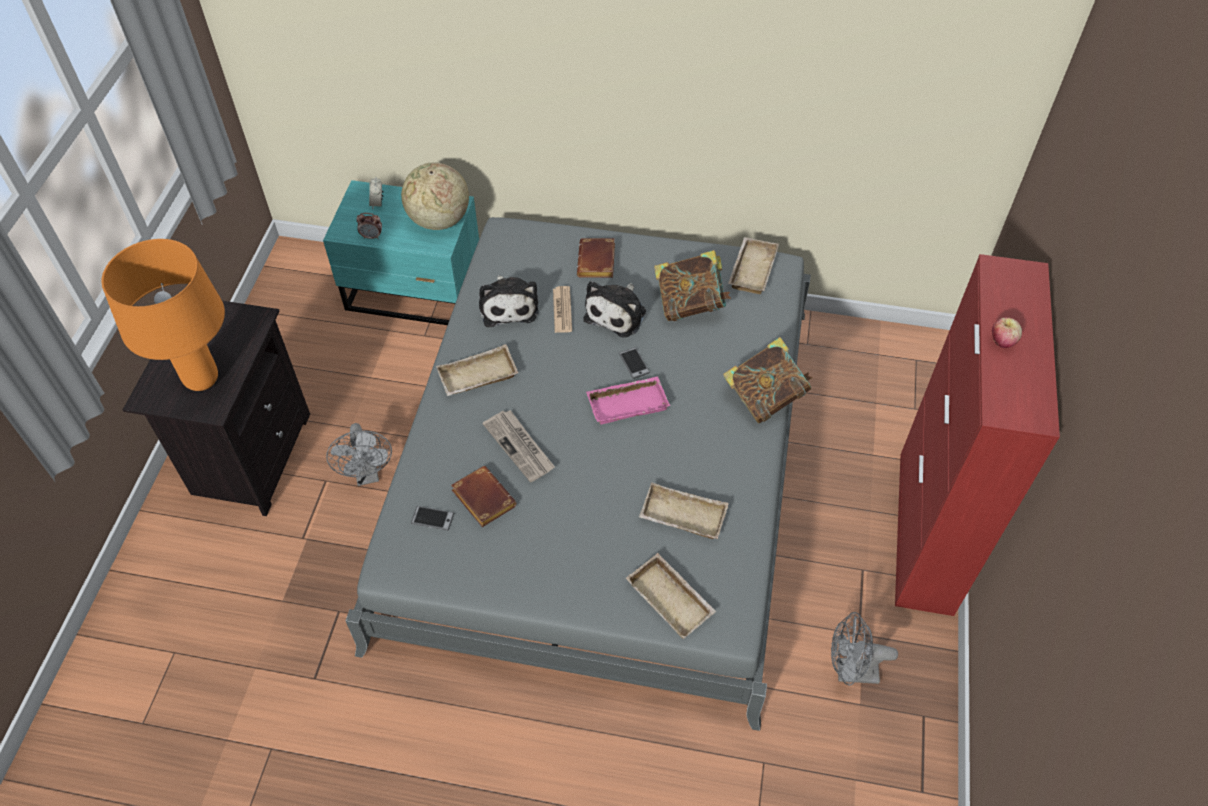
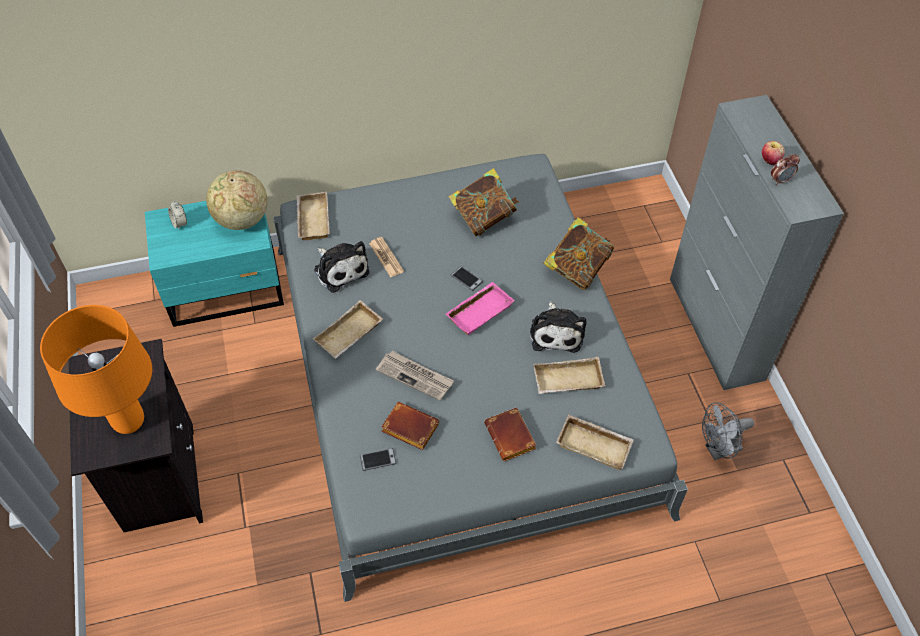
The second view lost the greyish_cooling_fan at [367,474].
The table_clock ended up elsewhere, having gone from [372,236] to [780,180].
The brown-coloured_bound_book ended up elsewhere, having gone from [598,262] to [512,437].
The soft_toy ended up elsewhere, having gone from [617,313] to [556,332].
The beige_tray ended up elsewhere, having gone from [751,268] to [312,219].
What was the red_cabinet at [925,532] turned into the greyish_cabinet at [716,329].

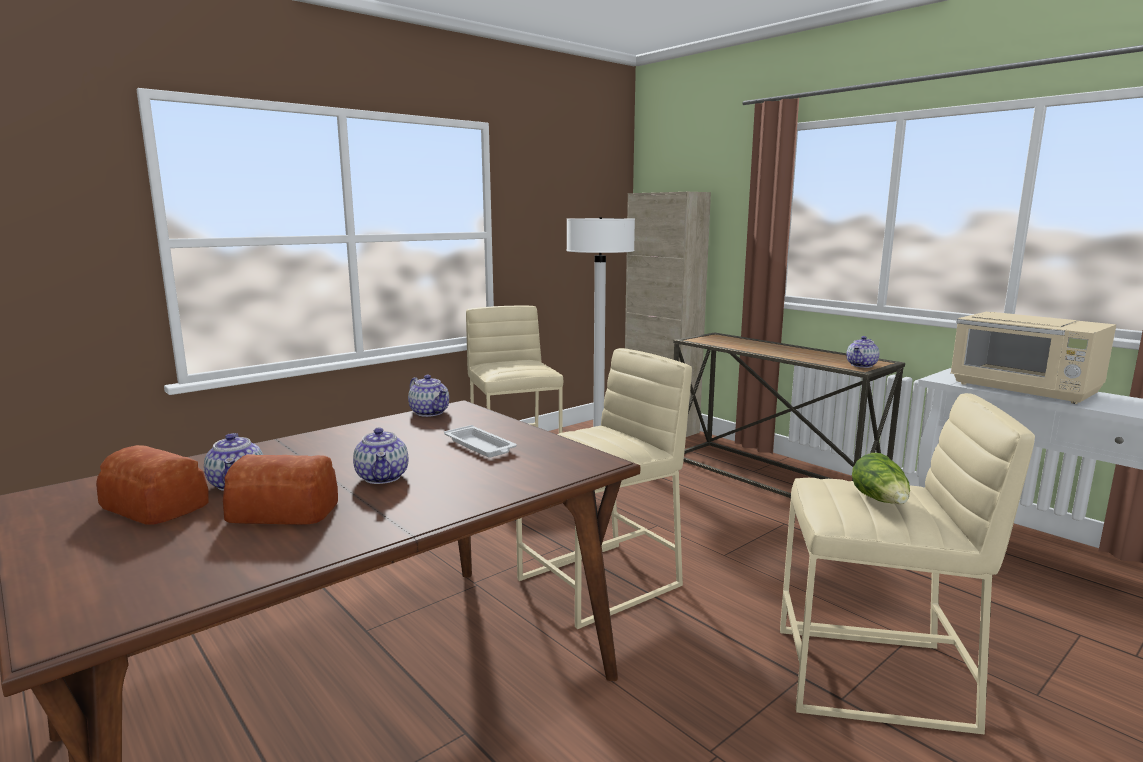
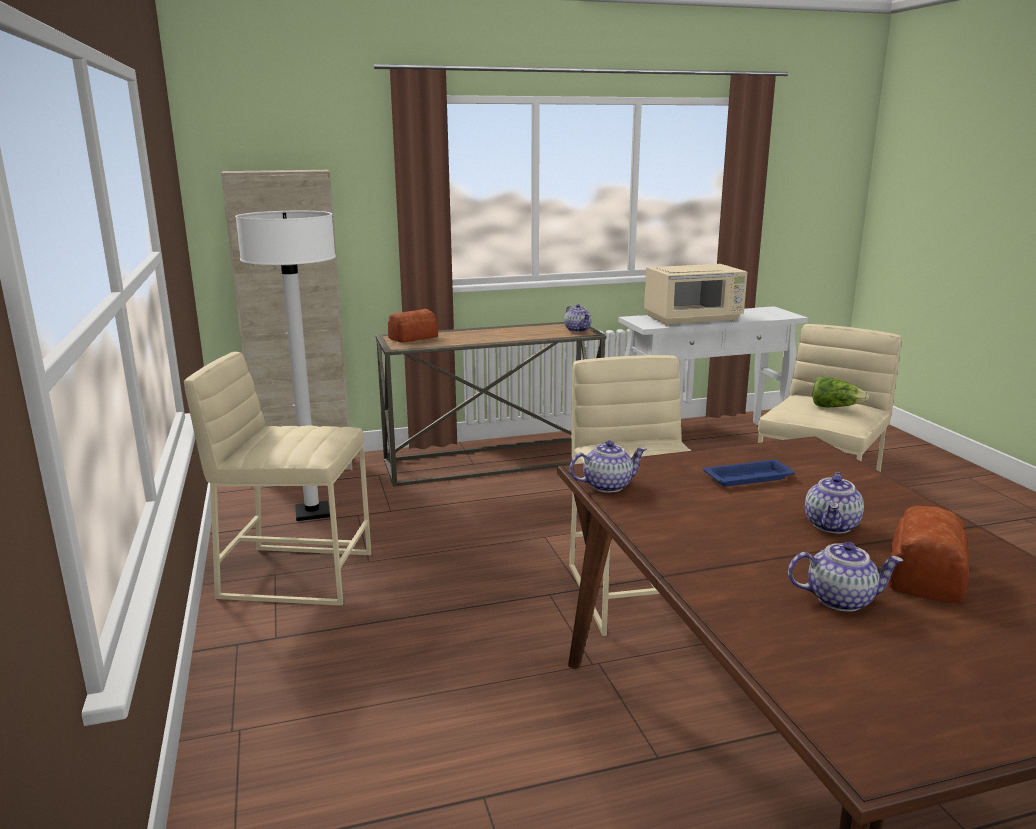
The bread ended up elsewhere, having gone from [156,505] to [412,337].
What was the white-coloured_tray at [480,446] turned into the blue_tray at [749,478].
The teapot at [383,477] ended up facing another way, 105 degrees clockwise from before.

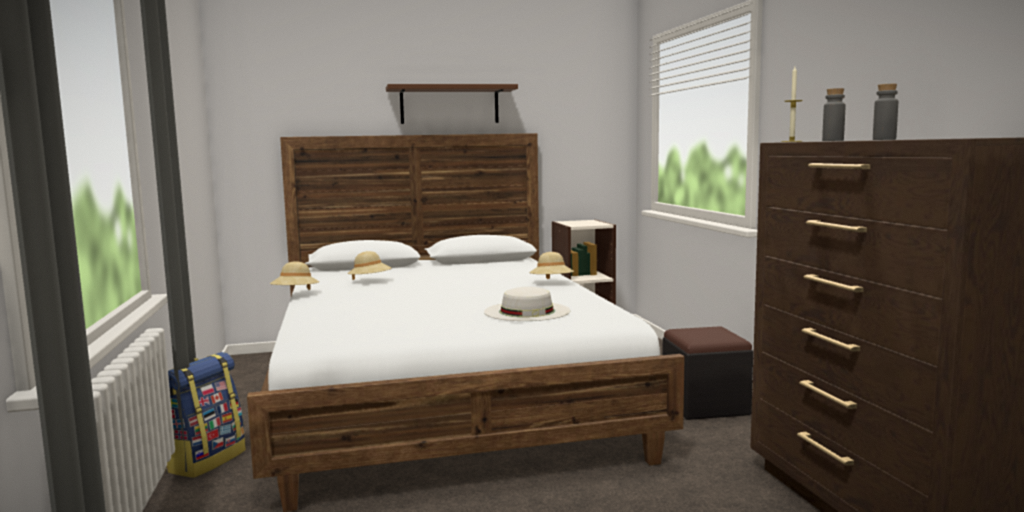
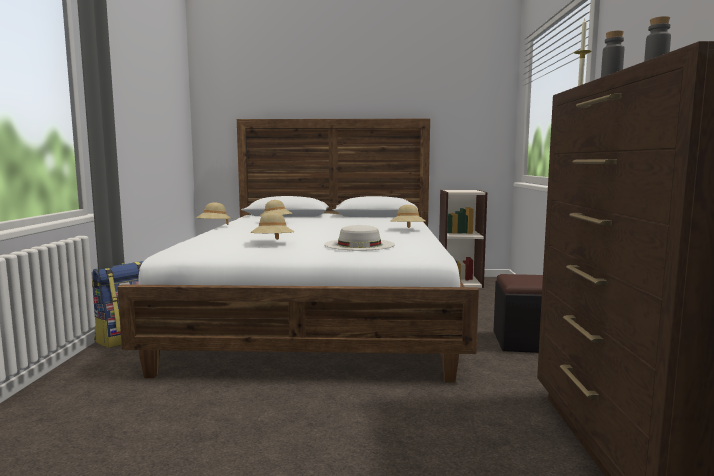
The second view lost the brown-coloured_bracket_shelf at [449,105].
The second view gained the beige_wearable_hat at [273,243].

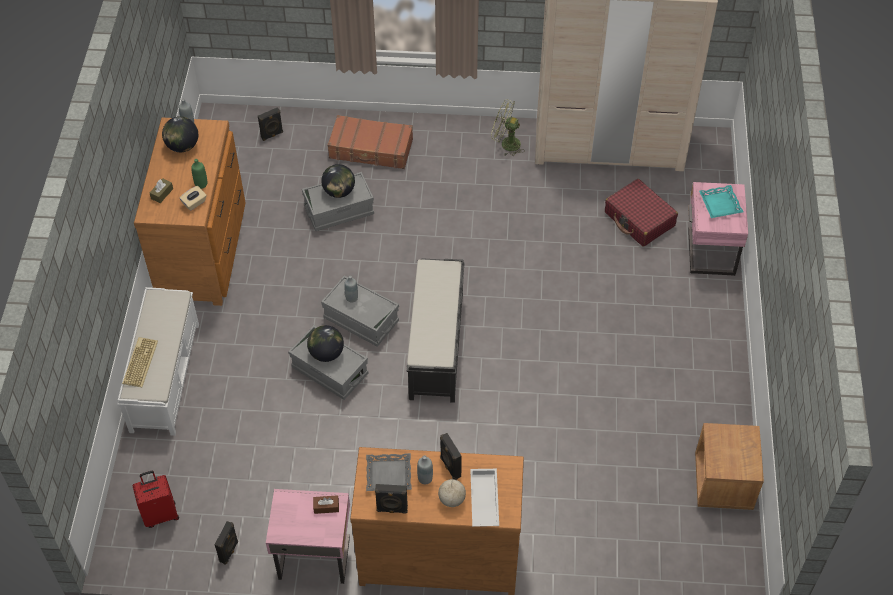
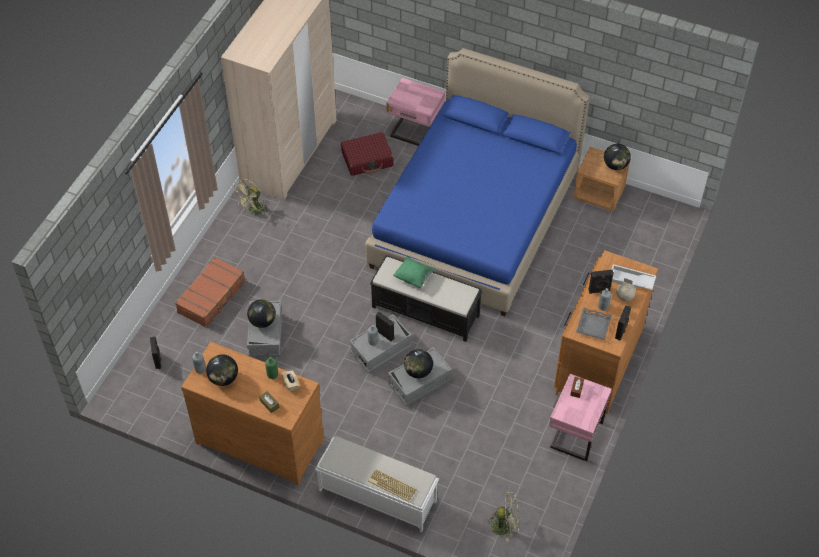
The second view lost the turquoise_tray at [719,204].
The second view gained the blue_bedroom_bed at [475,219].
The second view gained the green_cushion at [414,277].
The second view gained the globe at [615,165].
The black-coloured_audio_speaker ended up elsewhere, having gone from [229,552] to [385,334].
Where the red_travel_case stood at [160,514], the green_cooling_fan came to stand at [505,526].

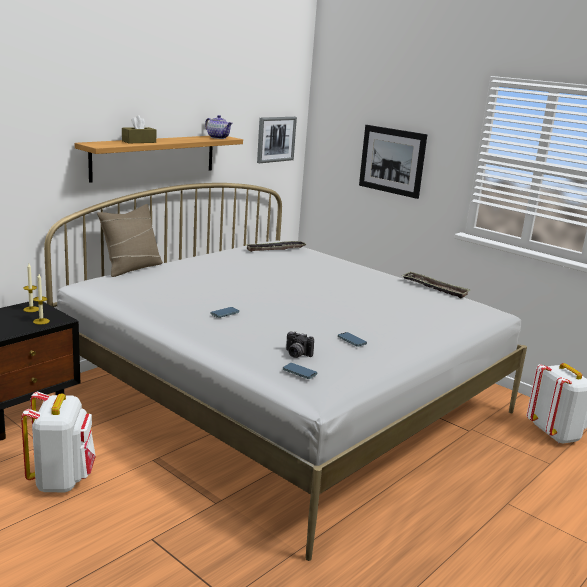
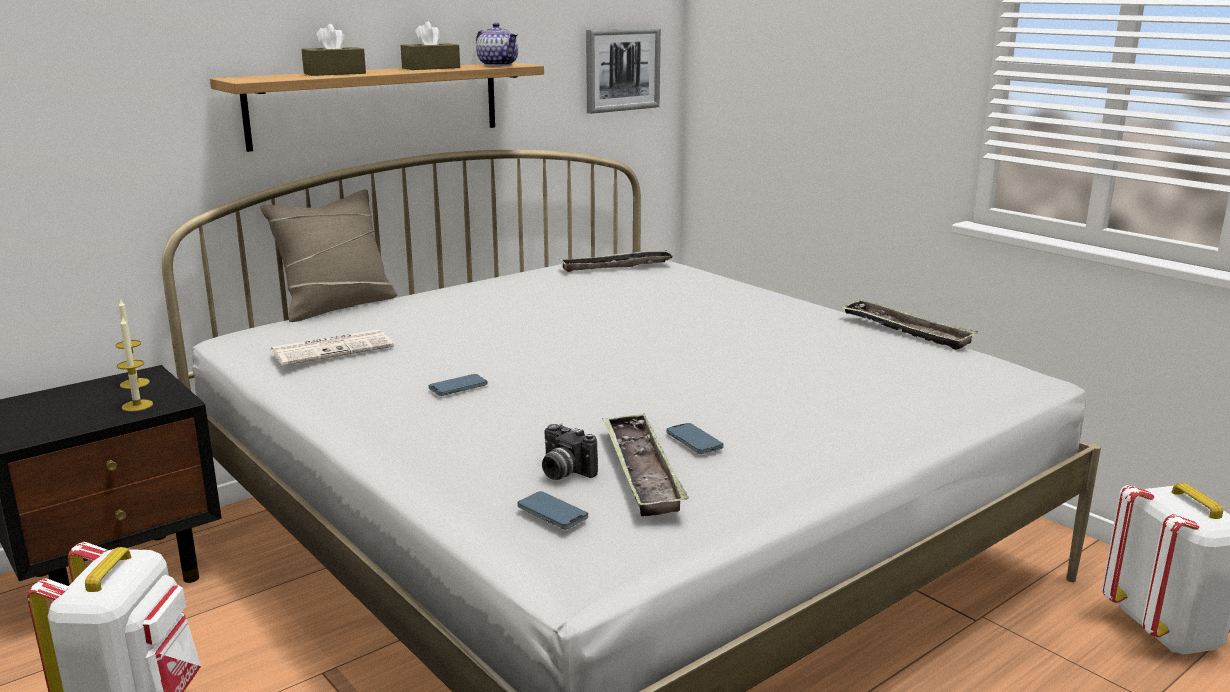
The second view lost the picture at [392,161].
The second view gained the daily_paper at [333,349].
The second view gained the brown-coloured_tissue_box at [431,68].
The second view gained the tray at [641,471].

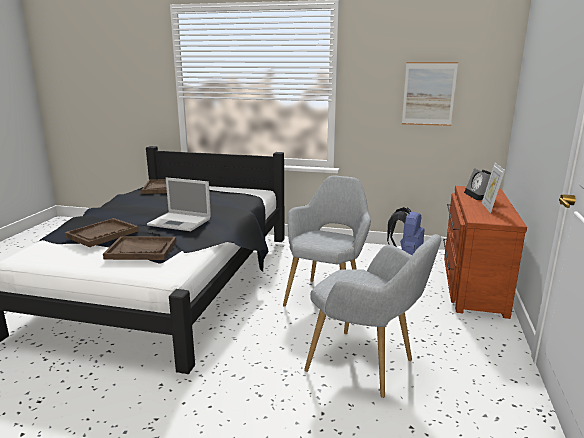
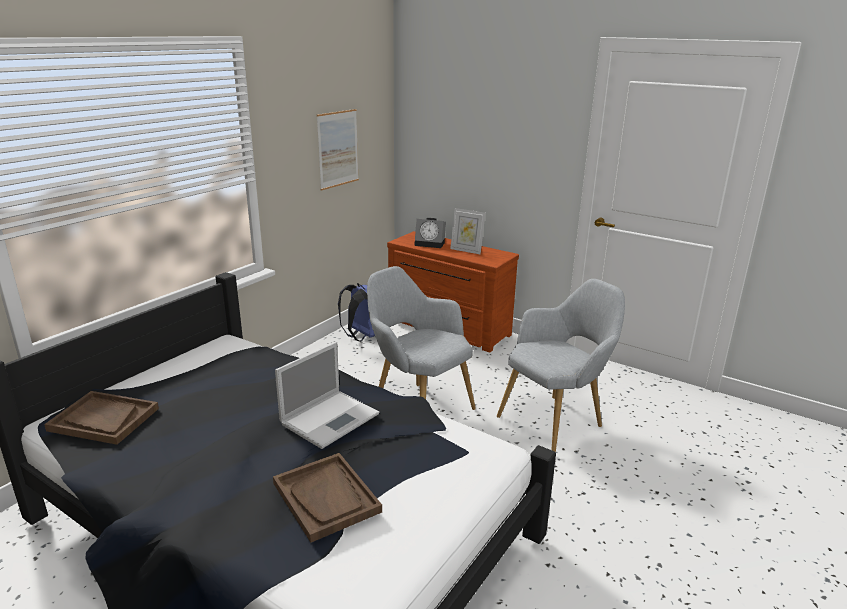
The second view lost the brown-coloured_tray at [141,250].

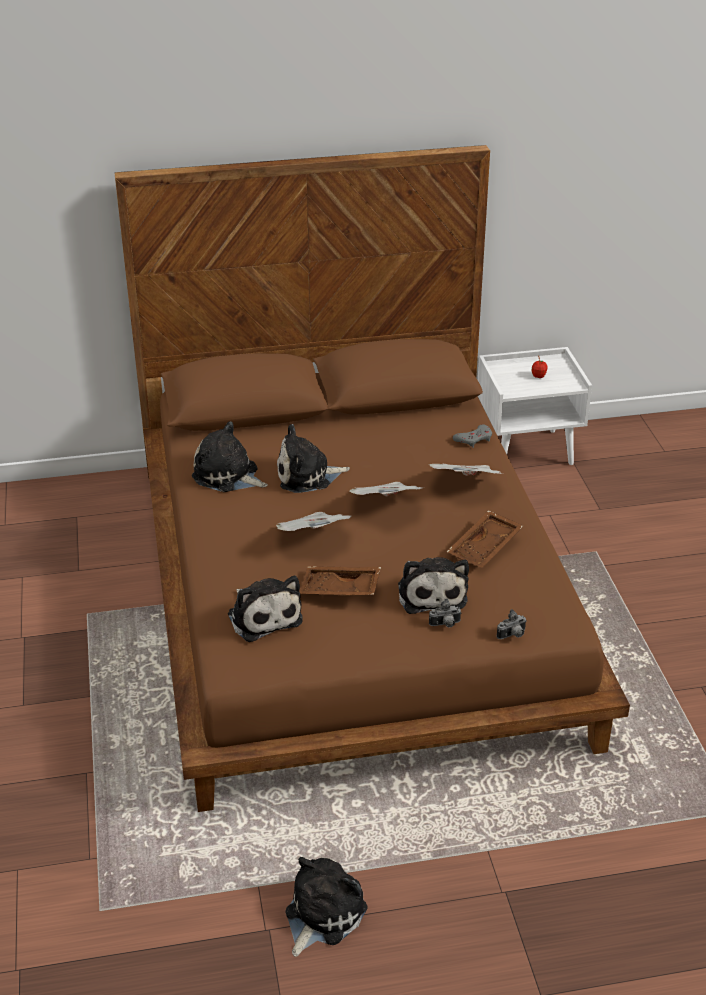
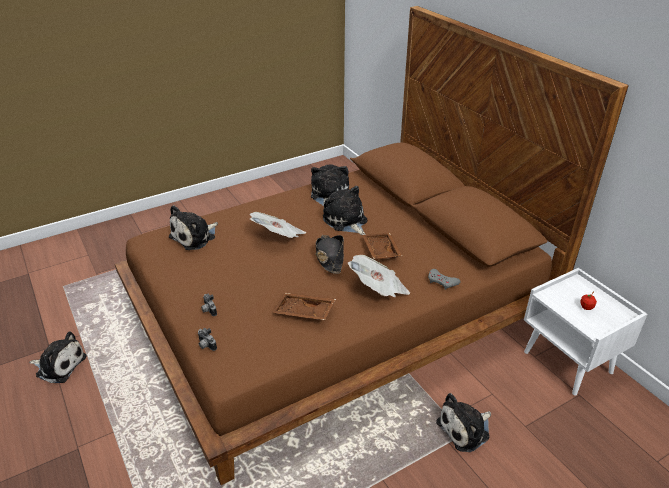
The brown-coloured_tray ended up elsewhere, having gone from [339,590] to [380,251].
The soft_toy ended up elsewhere, having gone from [431,593] to [465,429].
Where the daily_paper stood at [386,505], the black-coloured_wearable_hat came to stand at [330,257].

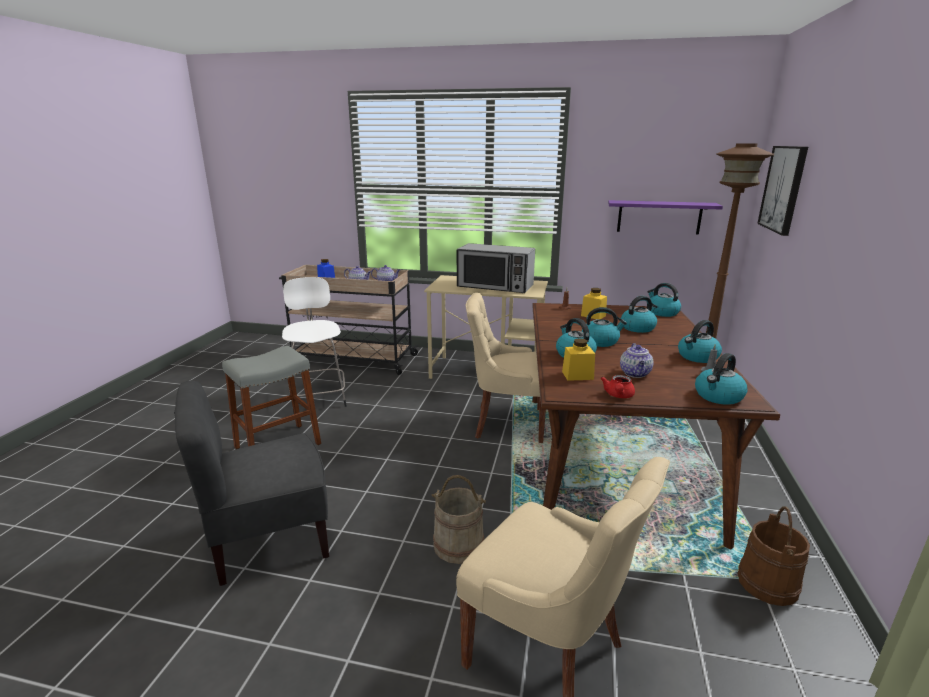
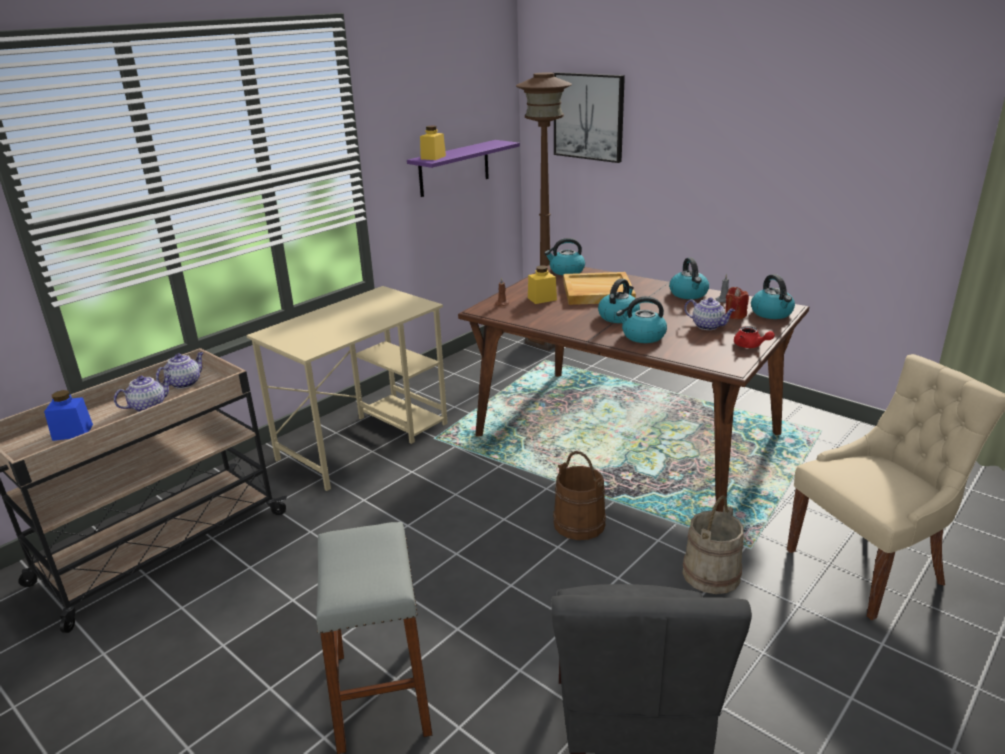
The second view lost the white-coloured_stool at [318,397].
The second view lost the microwave at [495,286].
The second view lost the beige_upright_chair at [507,423].
The second view gained the red_wax_light at [735,315].
The yellow-coloured_preserve_jar ended up elsewhere, having gone from [577,375] to [433,157].
The brown-coloured_water_bucket ended up elsewhere, having gone from [768,583] to [579,523].
Where the water_kettle stood at [638,327], the beige_tray came to stand at [597,292].

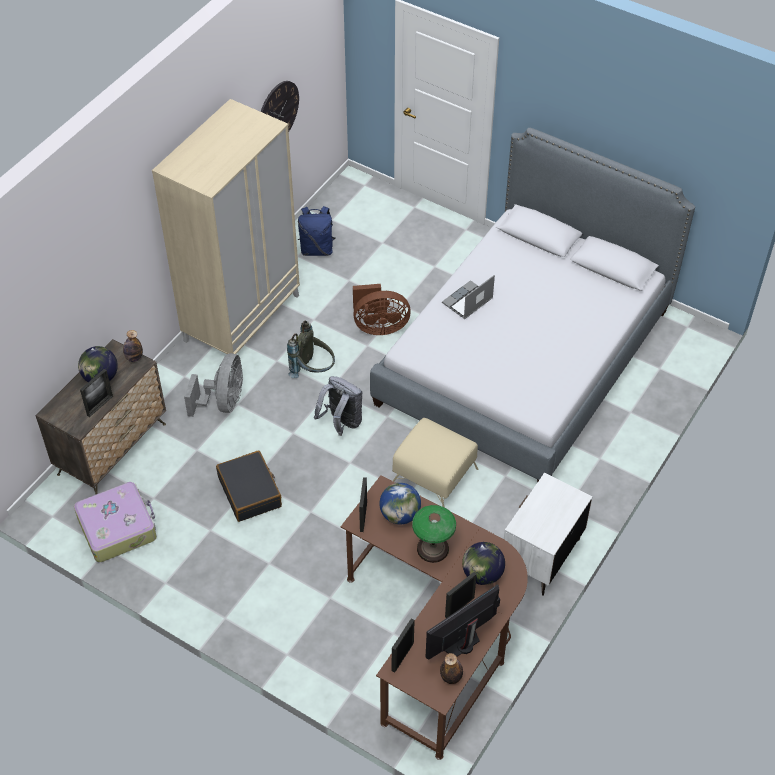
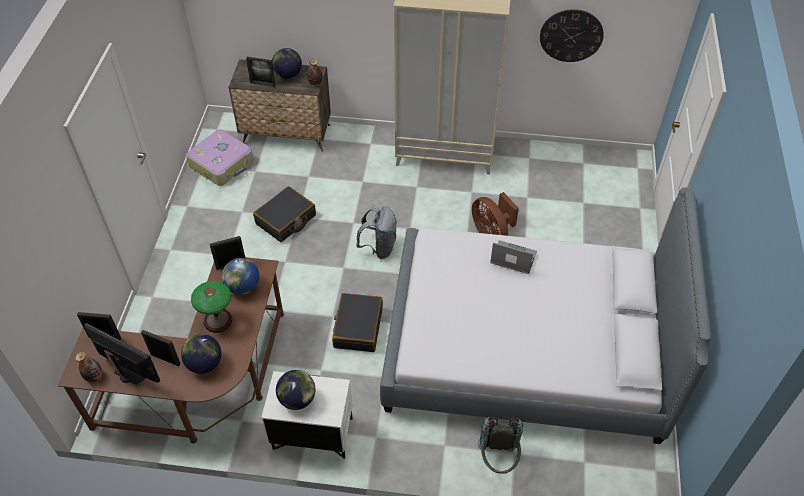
The second view lost the greyish_cooling_fan at [223,402].
The second view lost the blue_backpack at [317,249].
The second view gained the globe at [297,399].
The greyish_backpack ended up elsewhere, having gone from [313,371] to [498,460].
Where the beige_ottoman stood at [434,477], the black-coloured_travel_case came to stand at [358,327].

